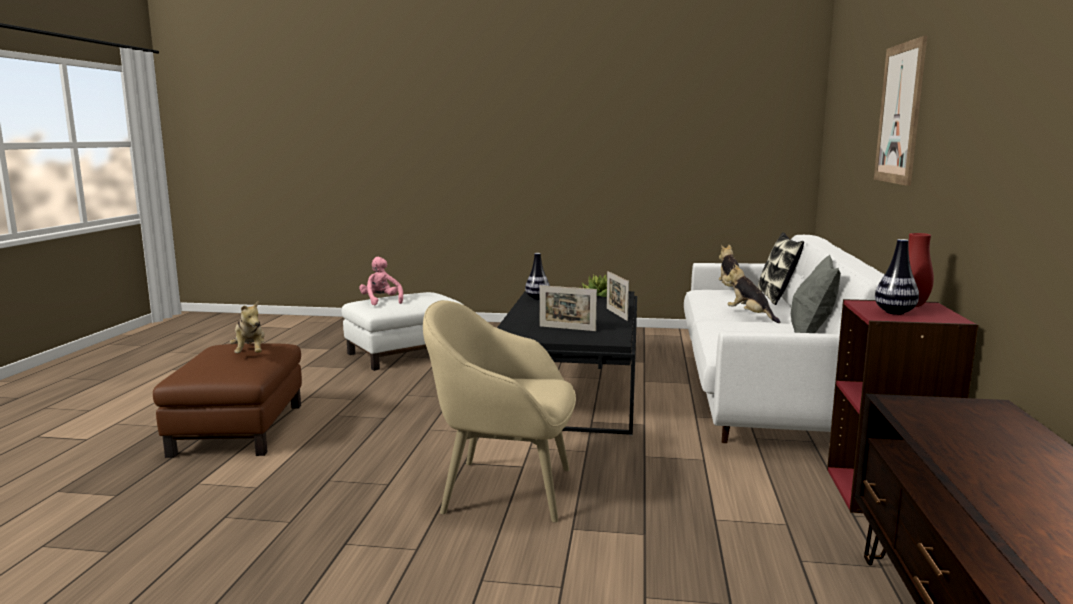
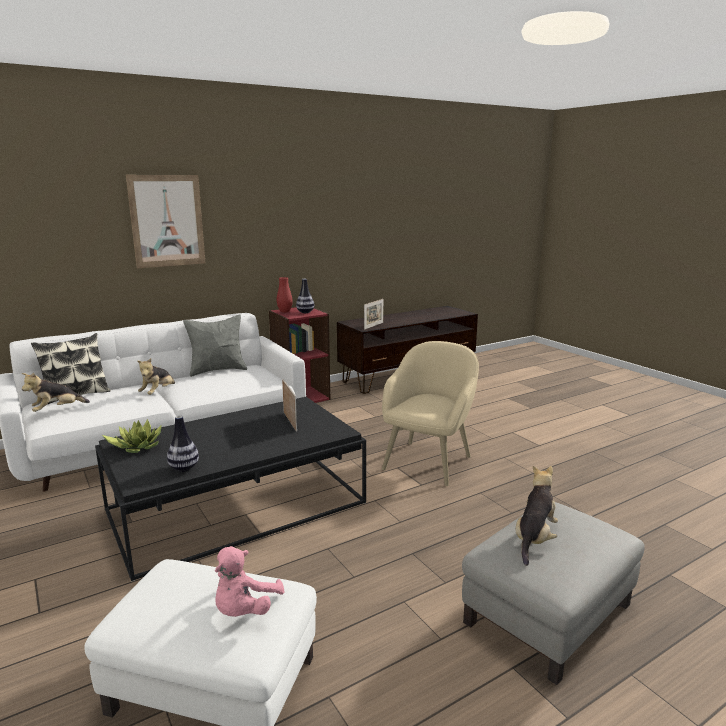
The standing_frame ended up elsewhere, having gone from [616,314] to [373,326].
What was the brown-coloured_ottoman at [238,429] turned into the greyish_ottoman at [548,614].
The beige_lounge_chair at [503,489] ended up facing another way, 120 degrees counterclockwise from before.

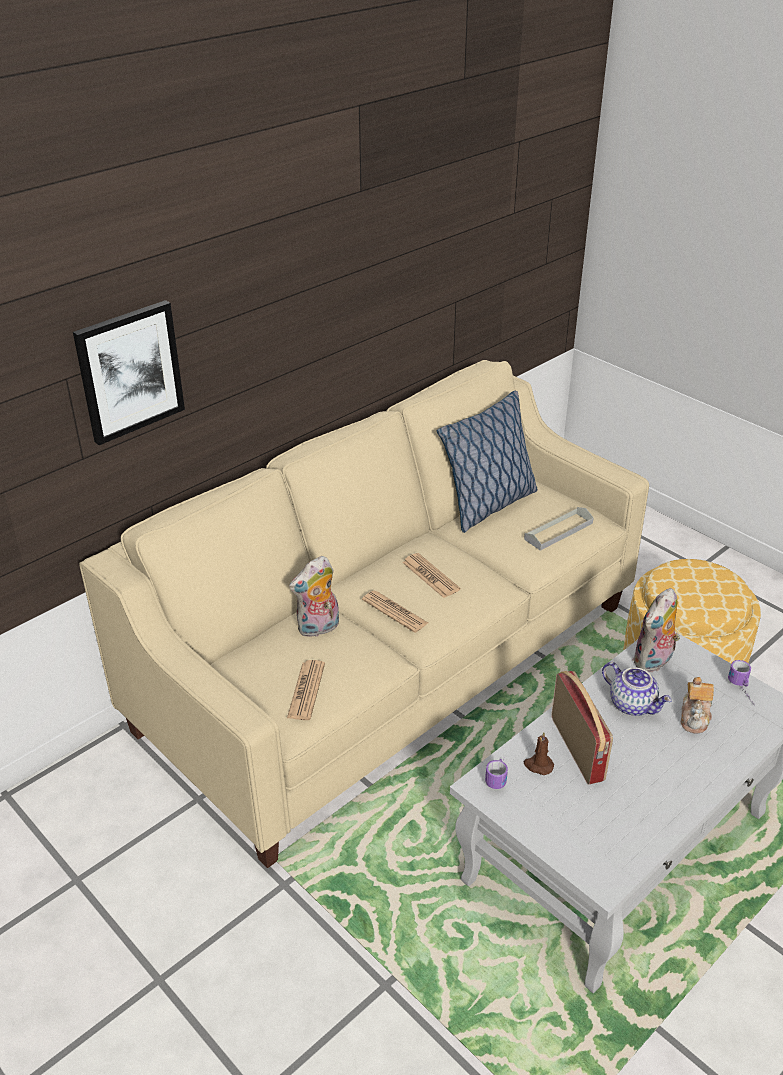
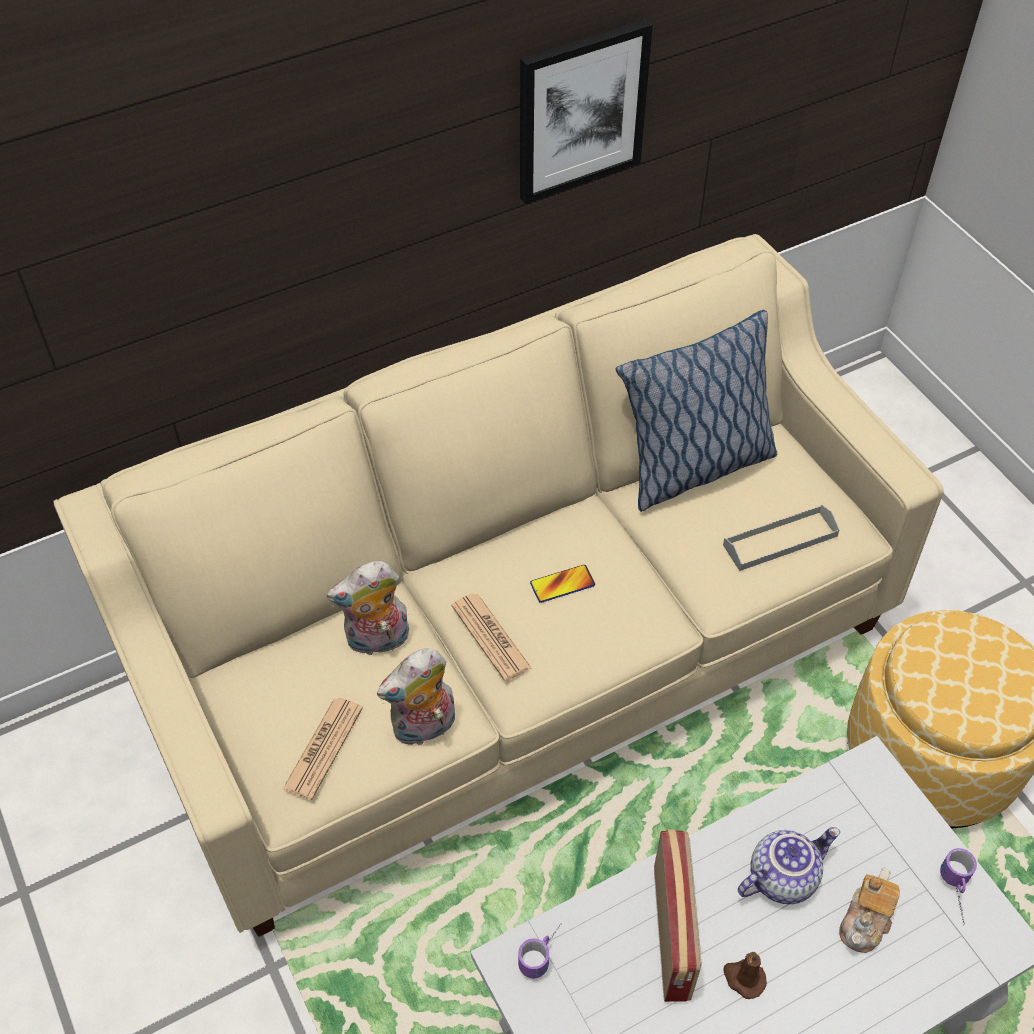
The picture ended up elsewhere, having gone from [129,371] to [580,111].
The brown-coloured_wax_light ended up elsewhere, having gone from [538,765] to [743,978].
The soft_toy ended up elsewhere, having gone from [653,662] to [424,728].
Where the daily_paper stood at [430,576], the phone came to stand at [562,584].
The teapot at [633,704] ended up facing another way, 90 degrees counterclockwise from before.

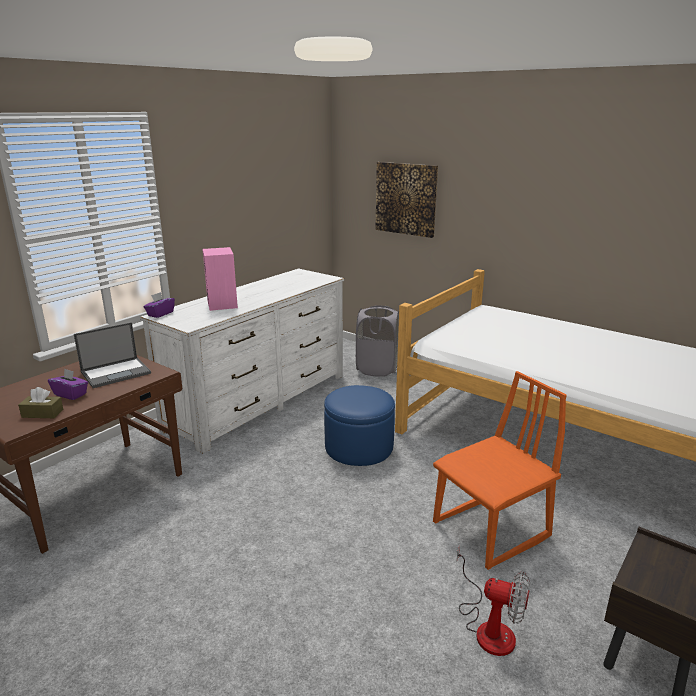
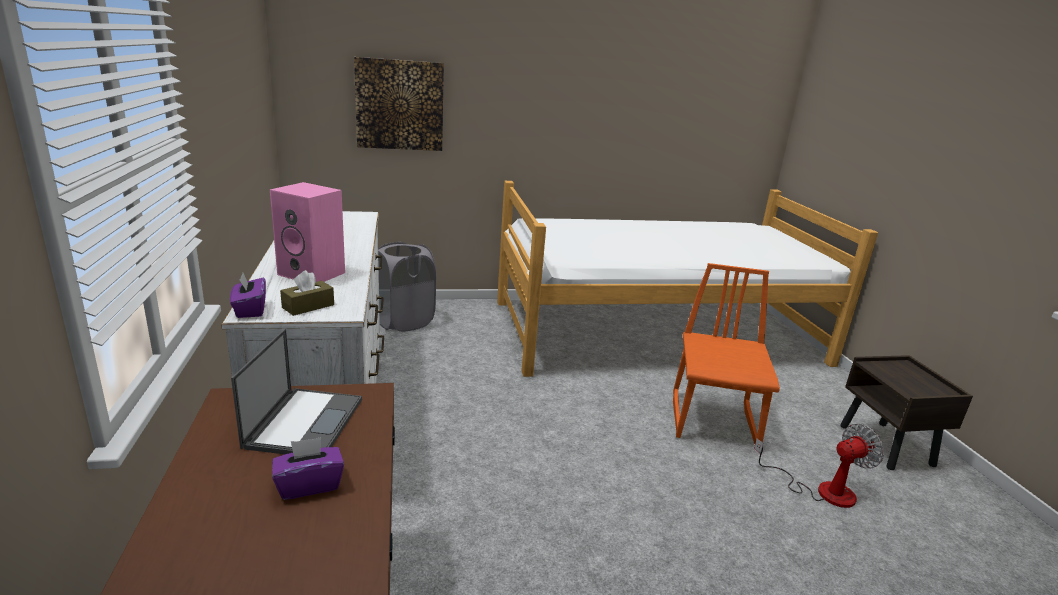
The second view lost the blue_ottoman at [359,447].
The brown-coloured_tissue_box ended up elsewhere, having gone from [42,413] to [308,306].

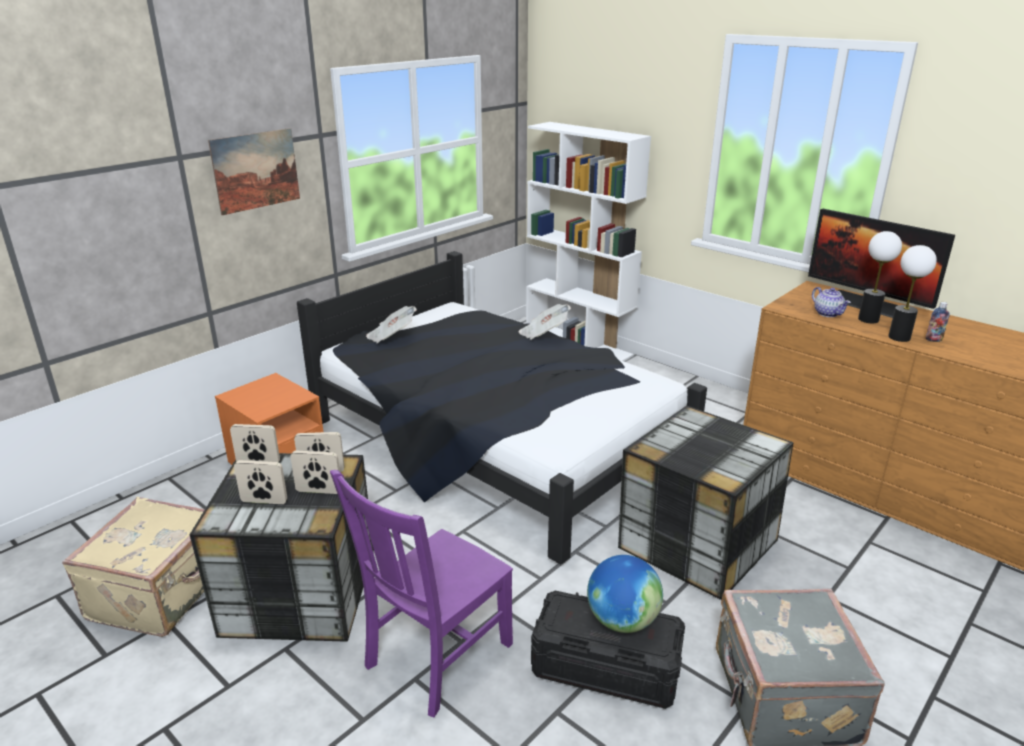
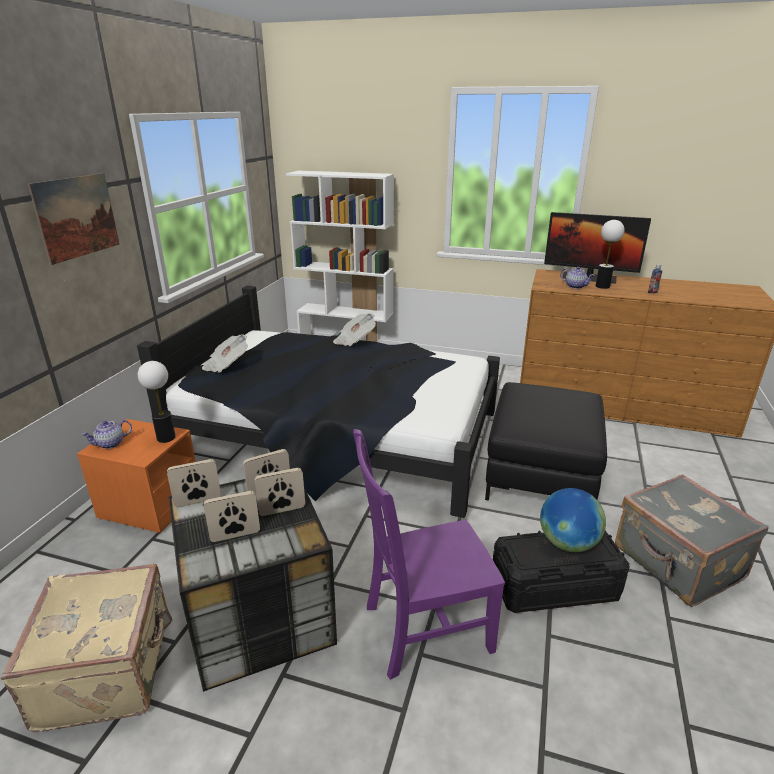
The second view gained the teapot at [110,444].
The table_lamp ended up elsewhere, having gone from [899,337] to [166,437].
Where the storage_box stood at [697,543], the black-coloured_ottoman came to stand at [540,473].
The purple_upright_chair at [435,657] ended up facing another way, 60 degrees clockwise from before.

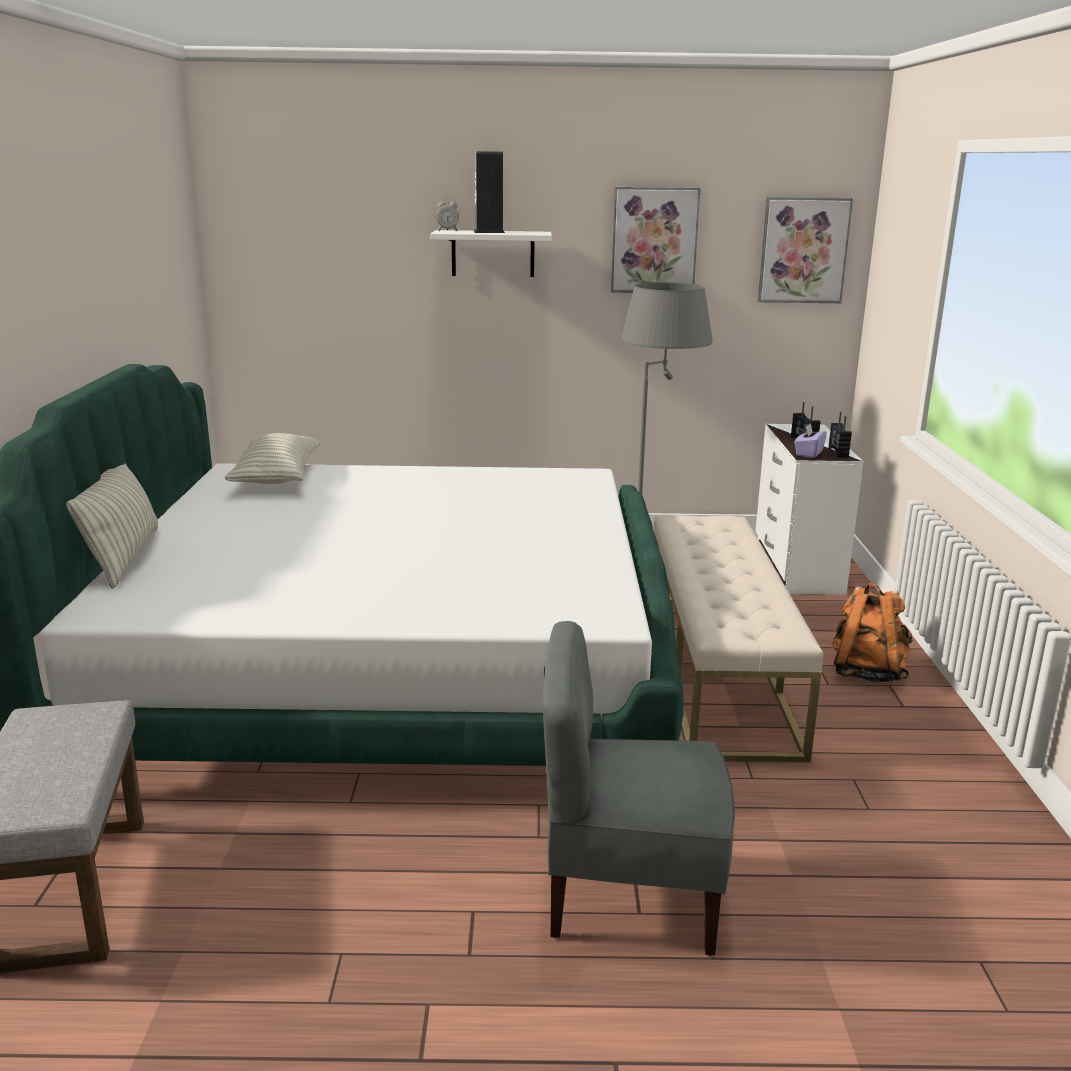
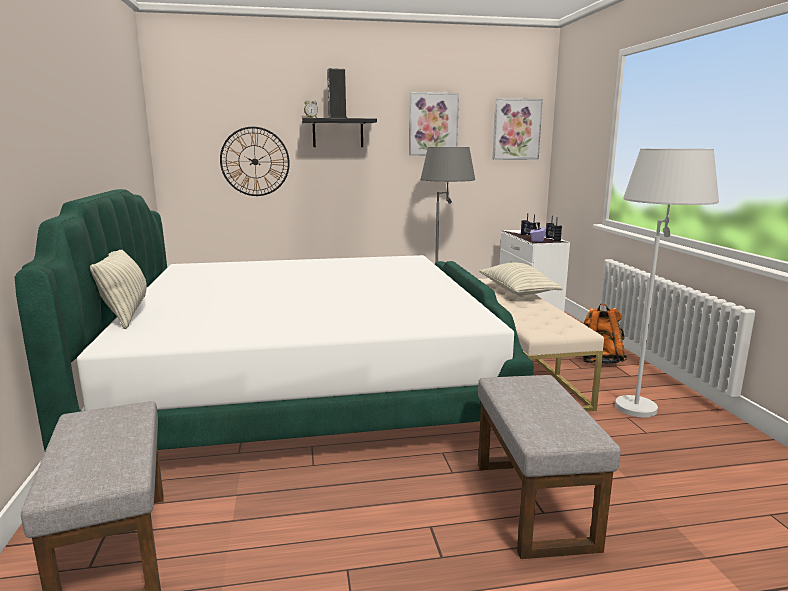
The second view gained the wall_clock at [255,161].
The second view gained the white-coloured_standard_lamp at [643,400].
The cushion ended up elsewhere, having gone from [277,478] to [517,292].
Where the greyish_upright_chair stood at [629,896], the greyish_ottoman came to stand at [531,502].
What was the white-coloured_bracket_shelf at [493,253] turned into the black-coloured_bracket_shelf at [338,133].

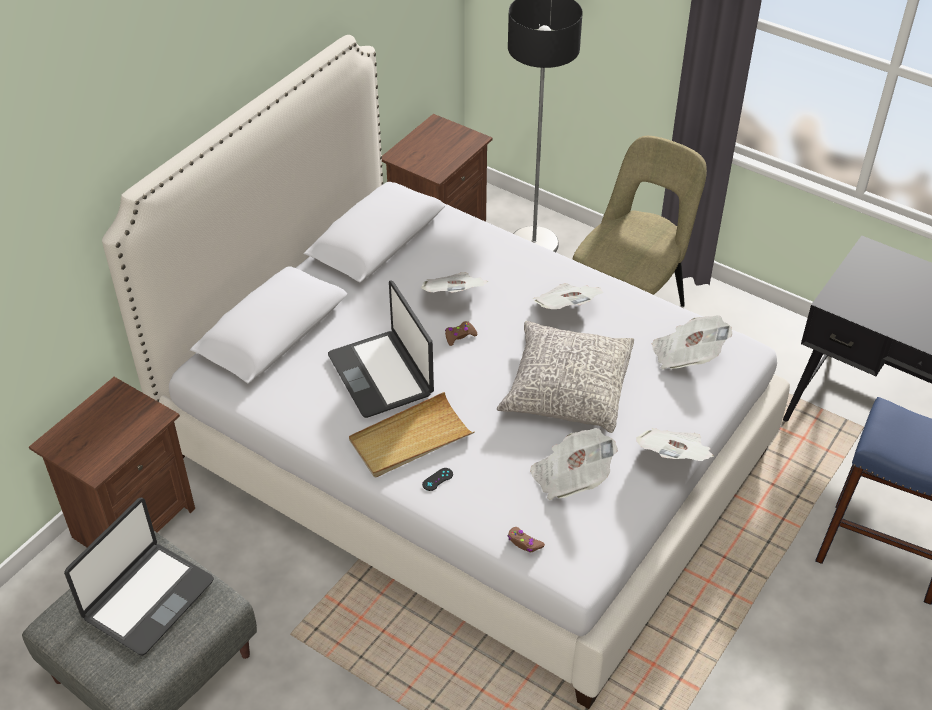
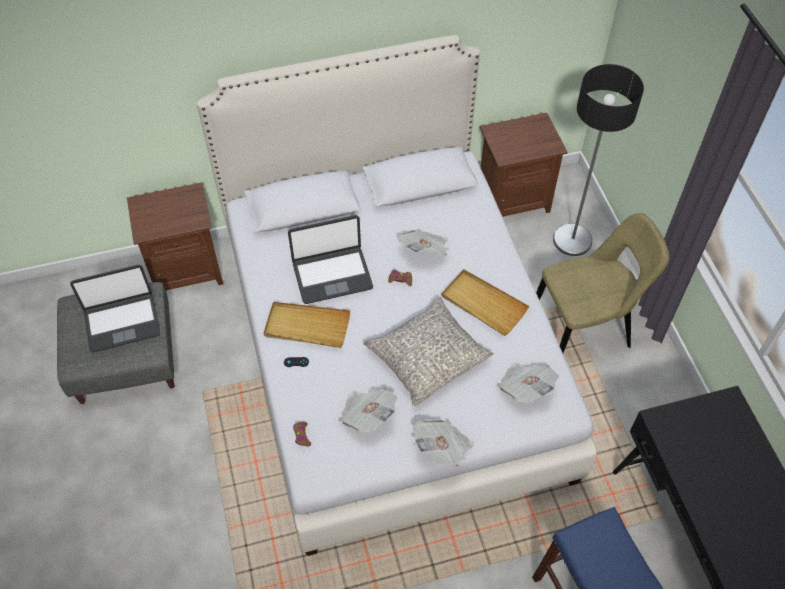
Where the daily_paper stood at [566,309], the beige_tray came to stand at [483,304].
The notebook_computer at [382,374] ended up facing another way, 120 degrees counterclockwise from before.

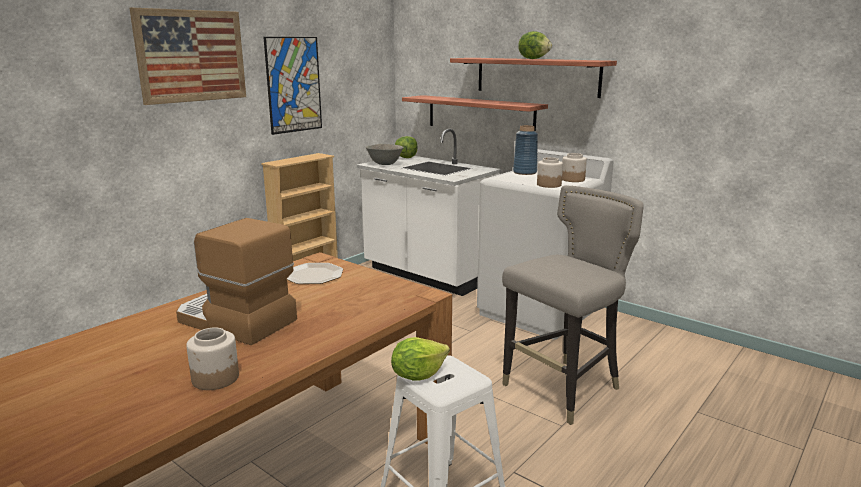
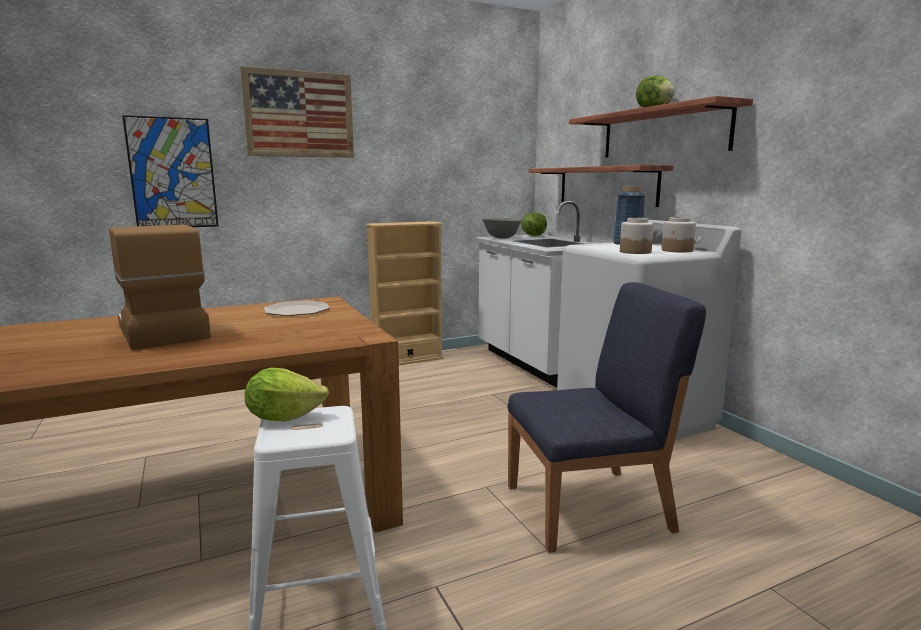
The second view lost the preserve_jar at [216,378].
The picture ended up elsewhere, having gone from [294,85] to [172,173].
Where the greyish_stool stood at [564,389], the blue_upright_chair came to stand at [590,508].

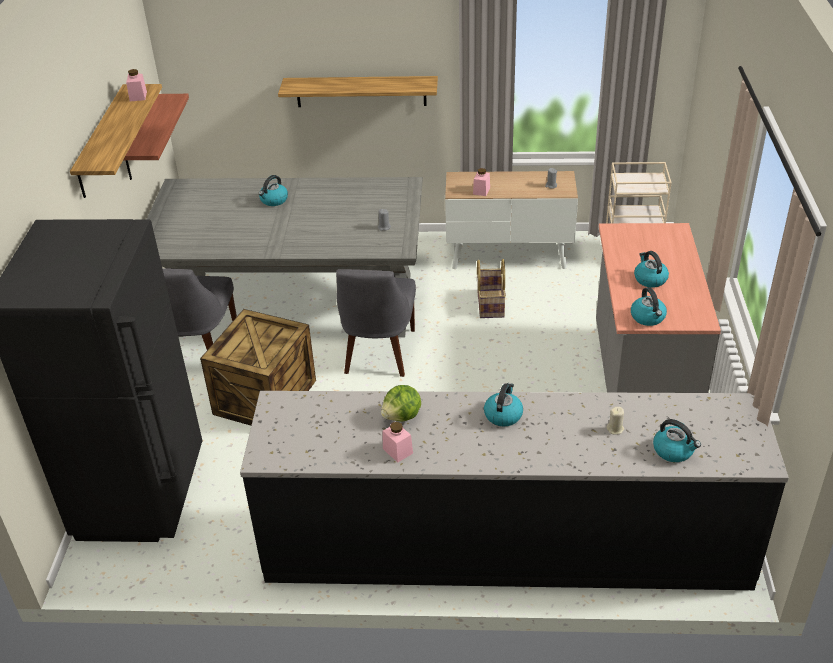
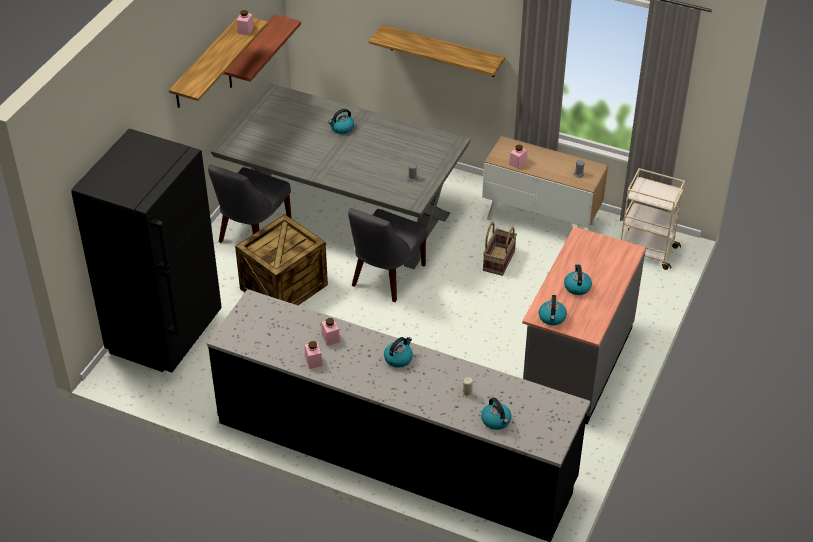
Where the head_of_lettuce stood at [402,416], the pink-coloured_preserve_jar came to stand at [330,338].

